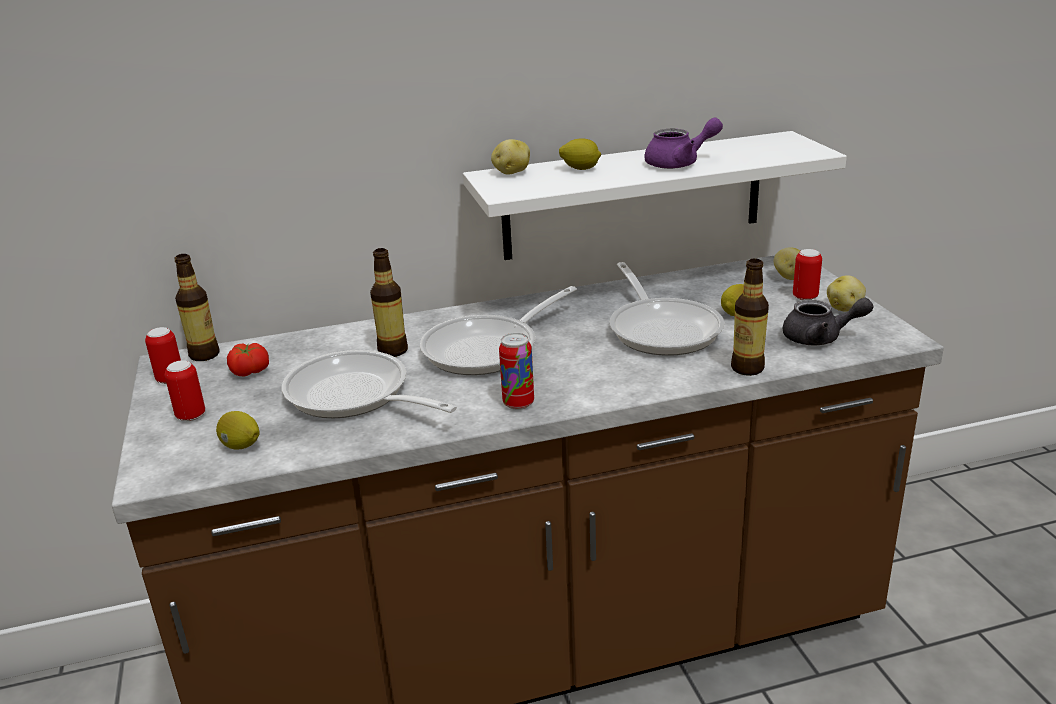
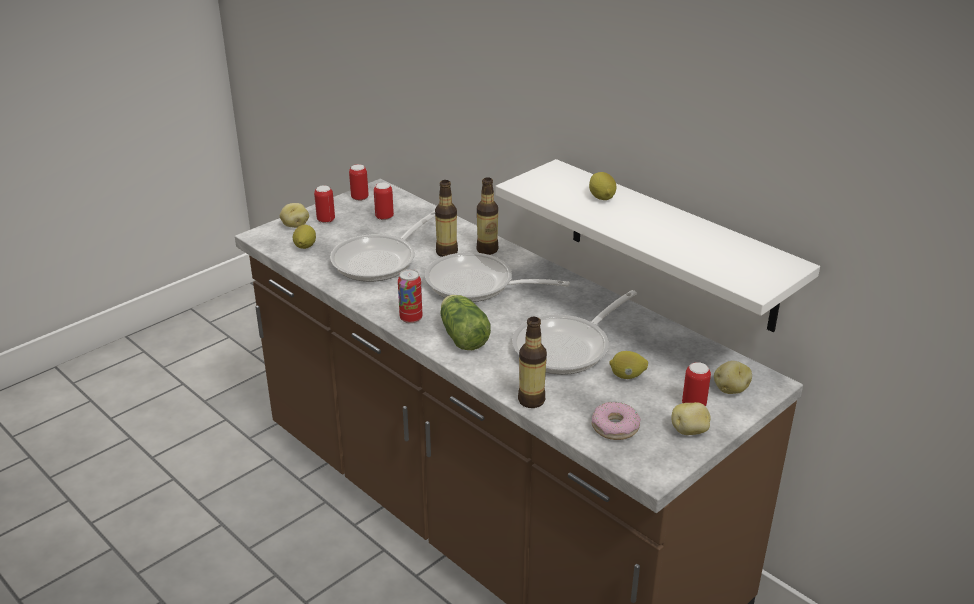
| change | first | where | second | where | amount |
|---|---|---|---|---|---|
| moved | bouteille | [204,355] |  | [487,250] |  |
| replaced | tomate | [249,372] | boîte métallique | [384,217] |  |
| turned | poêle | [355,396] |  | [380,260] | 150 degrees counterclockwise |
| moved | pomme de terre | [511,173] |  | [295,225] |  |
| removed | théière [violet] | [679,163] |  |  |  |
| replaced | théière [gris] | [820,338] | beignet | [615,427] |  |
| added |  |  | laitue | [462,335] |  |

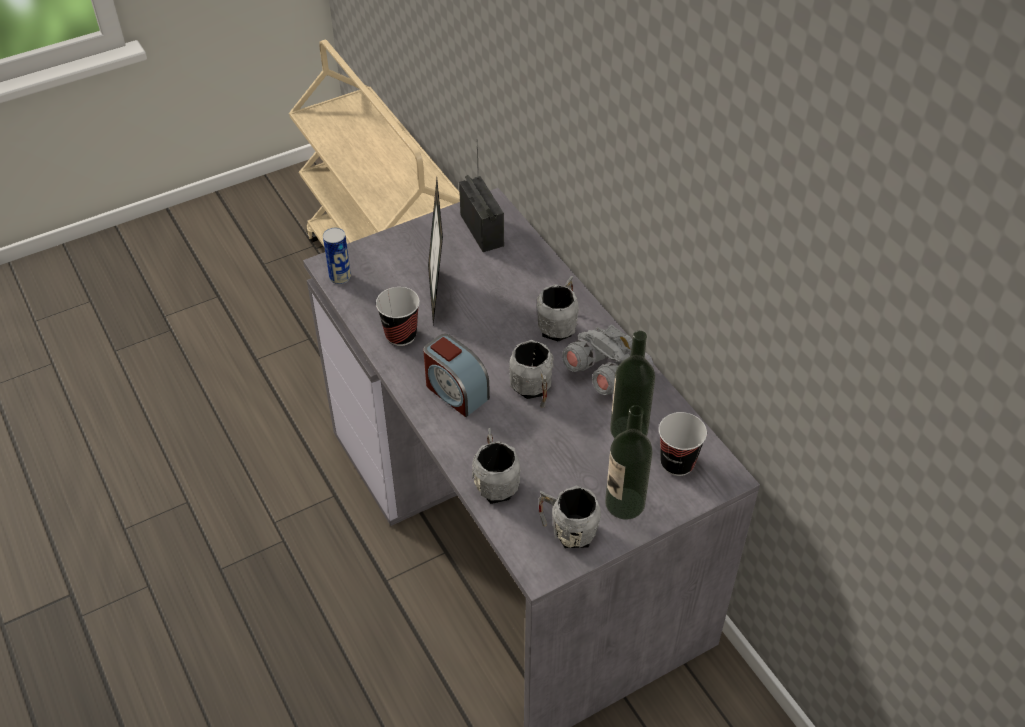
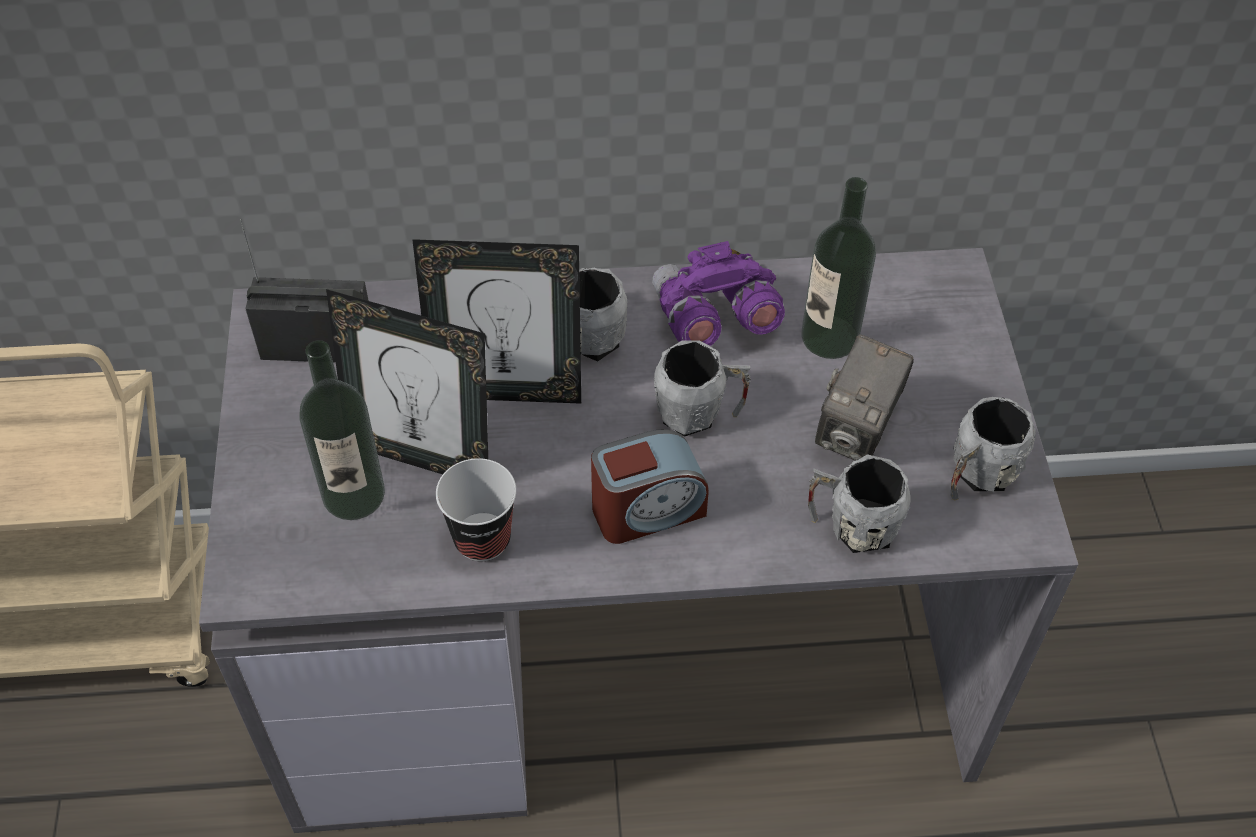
| change | first | where | second | where | amount |
|---|---|---|---|---|---|
| removed | boîte métallique | [340,277] |  |  |  |
| recoloured | jumelles [gris] | [605,373] | jumelles [violet] | [712,319] |  |
| moved | bouteille | [625,503] |  | [353,494] |  |
| removed | tasse | [677,463] |  |  |  |
| added |  |  | cadre photo | [507,390] |  |
| added |  |  | appareil photo | [857,430] |  |

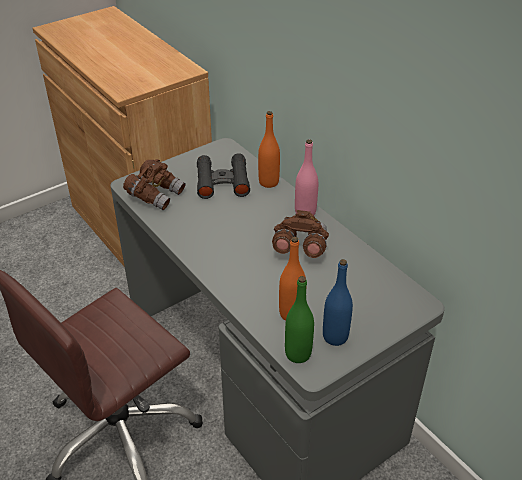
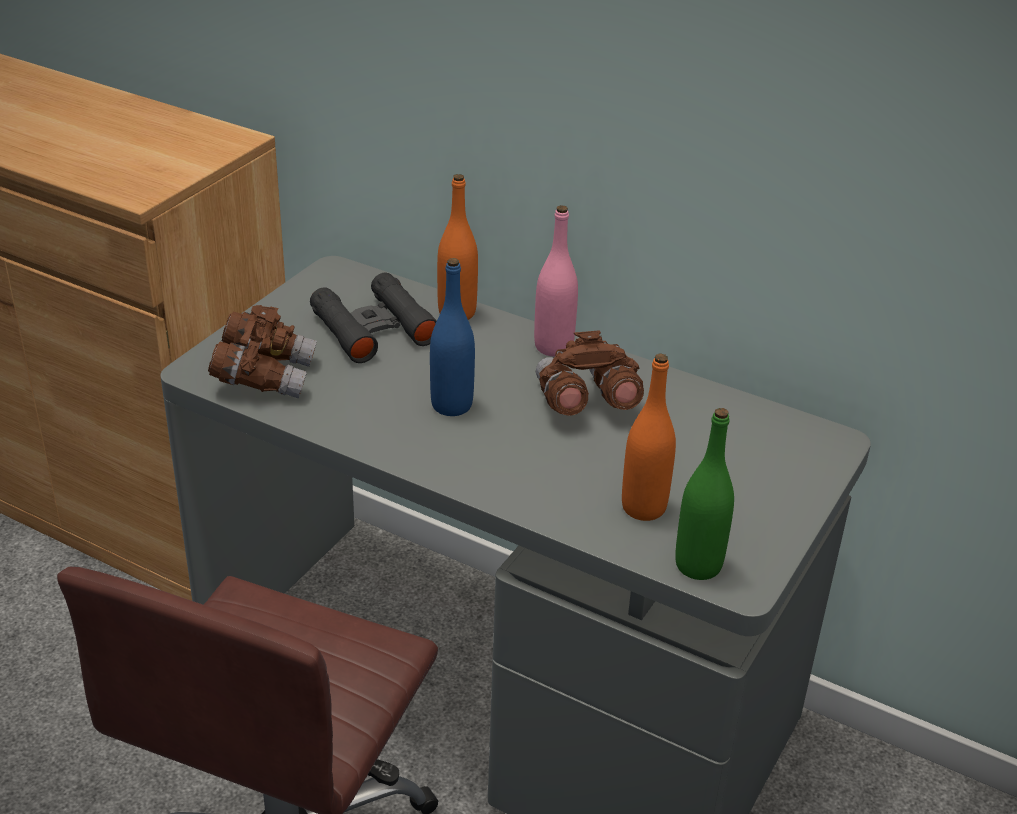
| change | first | where | second | where | amount |
|---|---|---|---|---|---|
| moved | bouteille [bleu] | [335,337] |  | [451,405] |  |

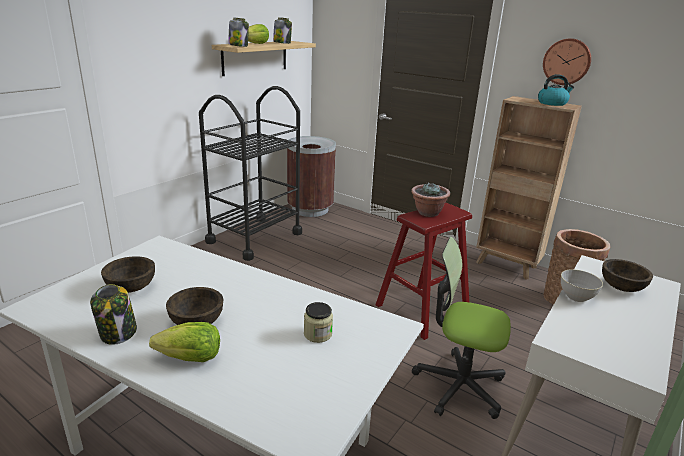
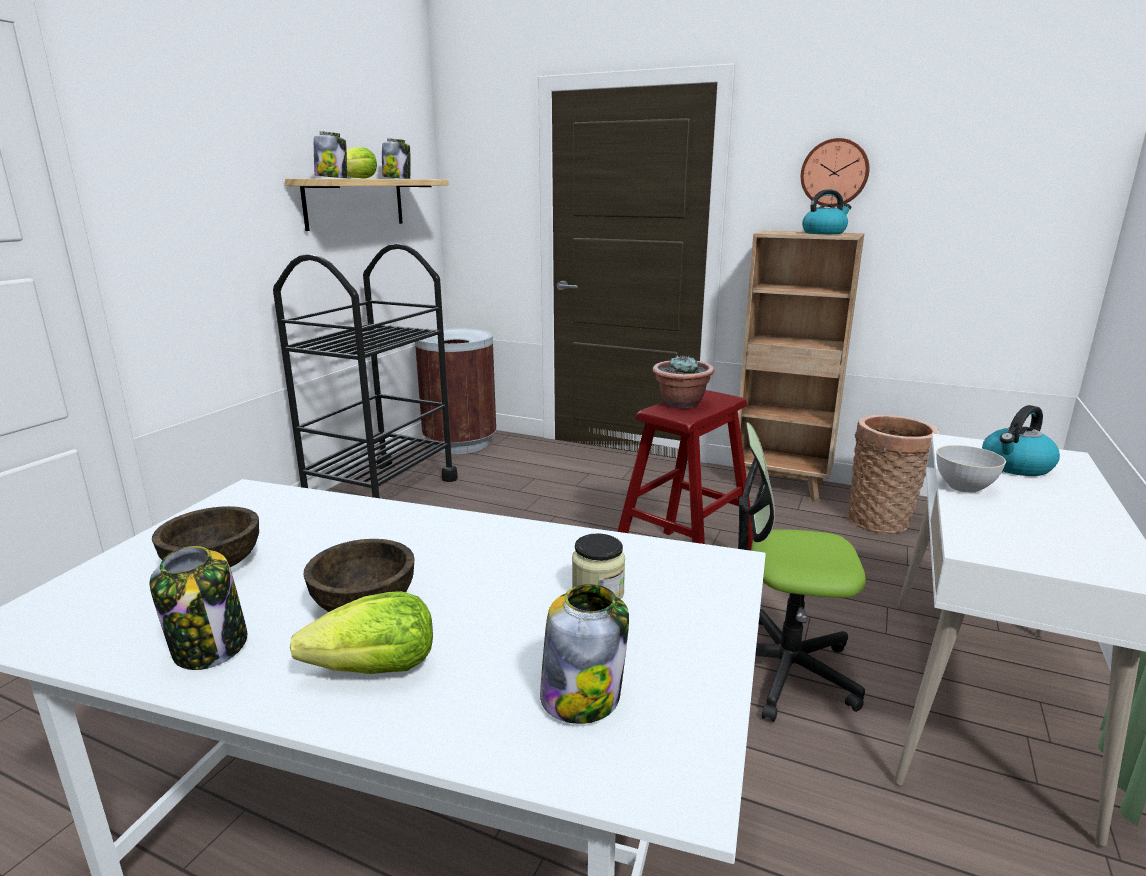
| change | first | where | second | where | amount |
|---|---|---|---|---|---|
| replaced | bol [marron] | [621,287] | bouilloire | [1016,467] |  |
| added |  |  | bocal | [582,696] |  |

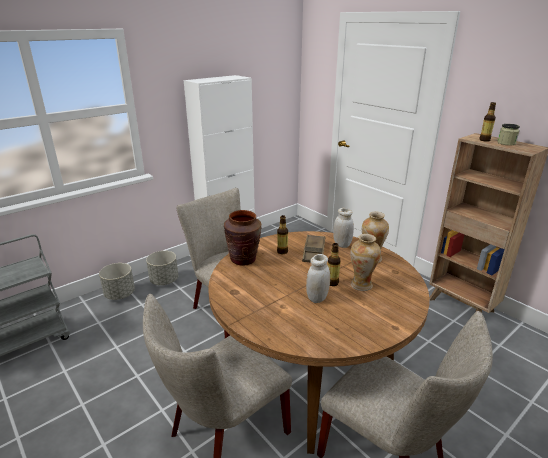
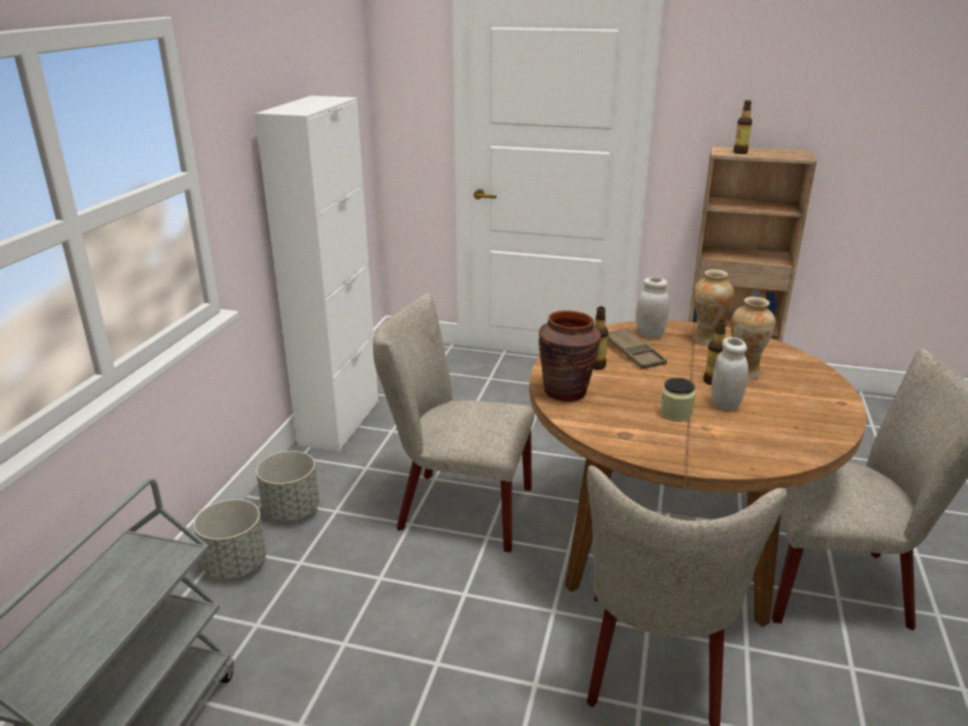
| change | first | where | second | where | amount |
|---|---|---|---|---|---|
| moved | bocal | [506,143] |  | [675,413] |  |

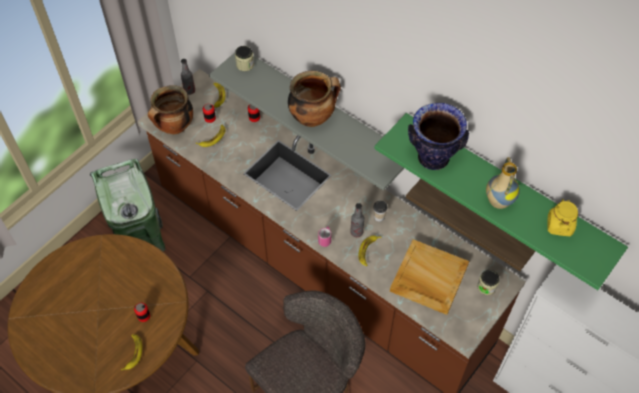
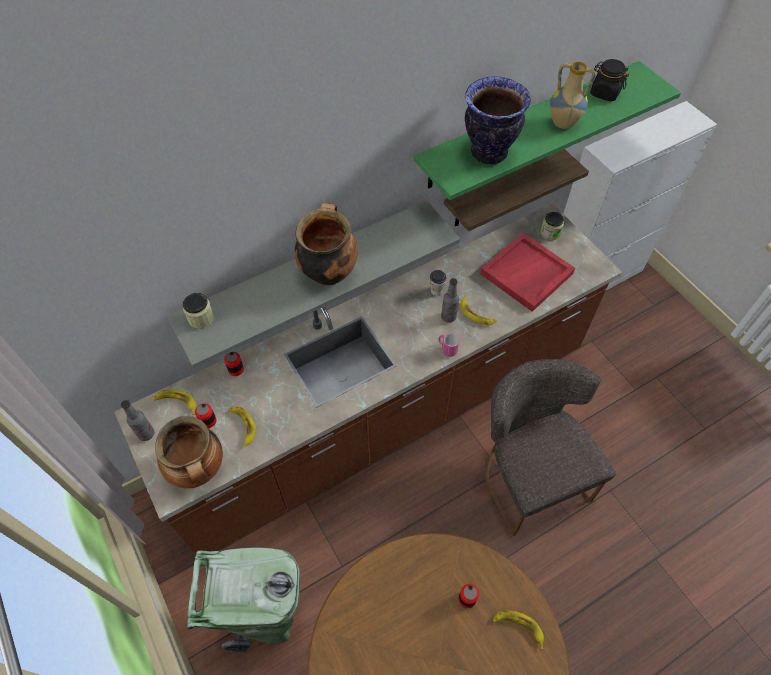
| change | first | where | second | where | amount |
|---|---|---|---|---|---|
| recoloured | plateau [beige] | [428,278] | plateau [rouge] | [526,274] |  |
| recoloured | bocal [jaune] | [559,225] | bocal [noir] | [604,93] |  |

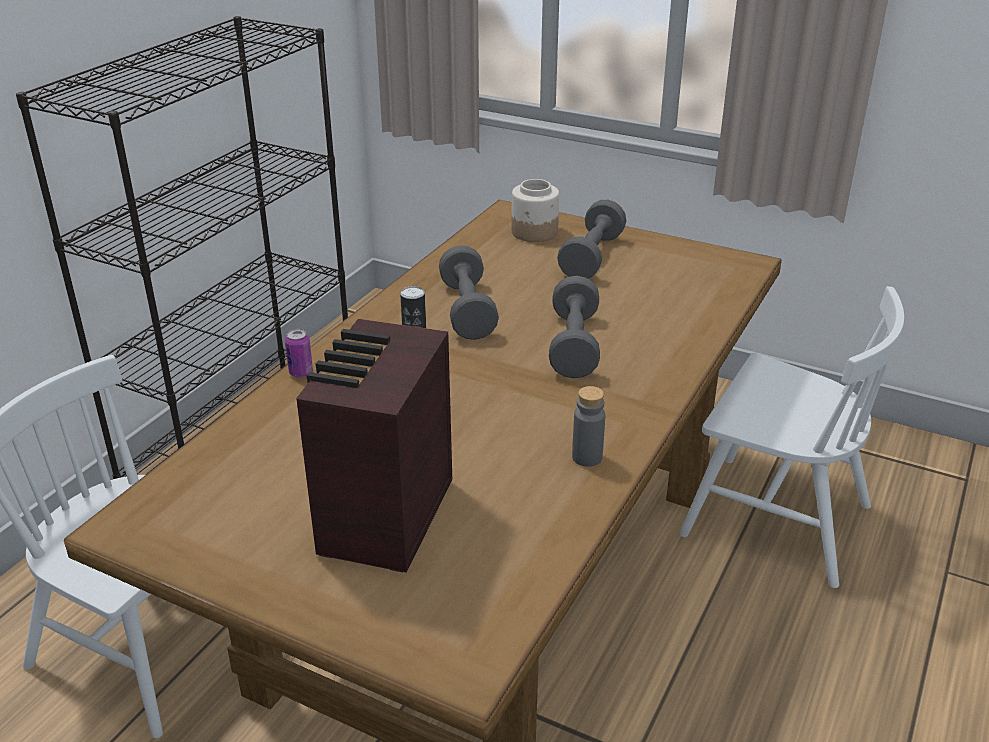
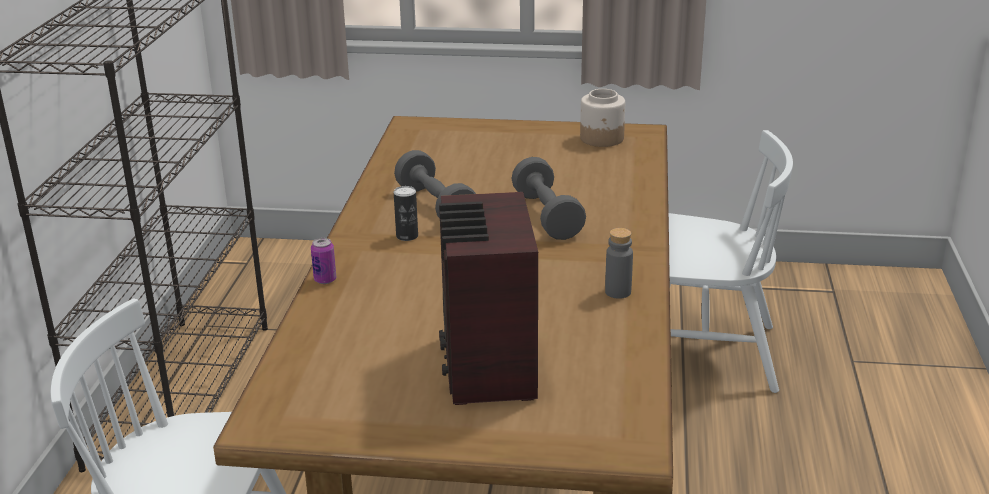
| change | first | where | second | where | amount |
|---|---|---|---|---|---|
| moved | bocal | [534,232] |  | [602,138] |  |
| removed | haltère [gris] | [591,257] |  |  |  |

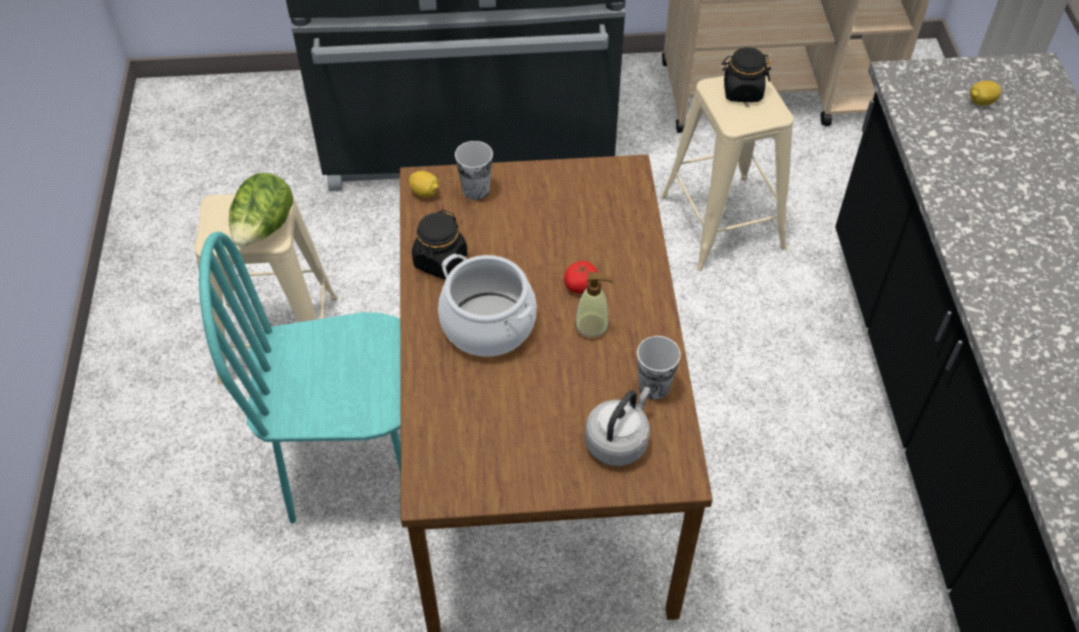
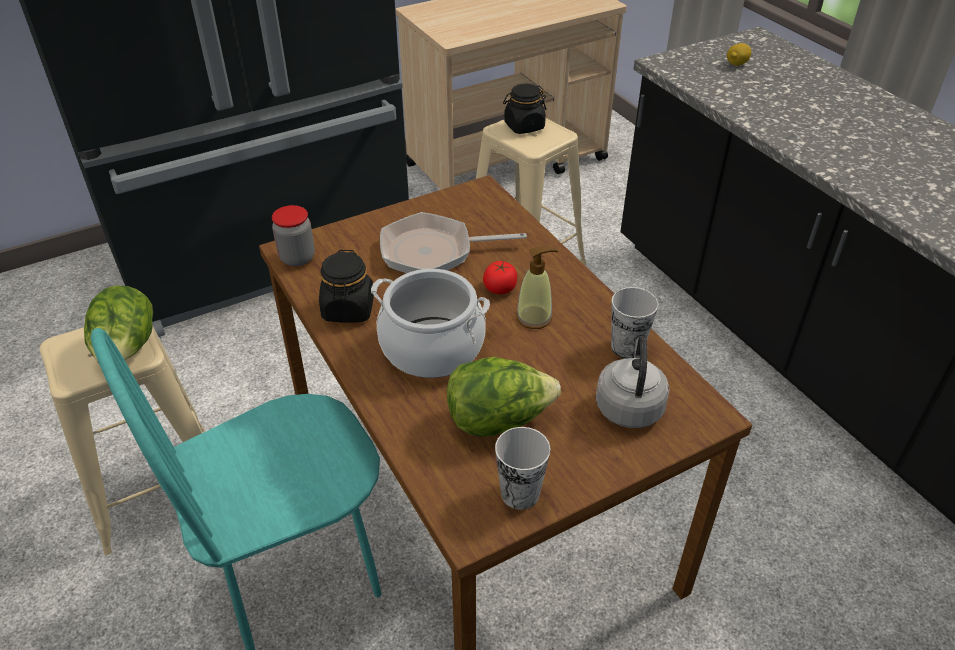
| change | first | where | second | where | amount |
|---|---|---|---|---|---|
| replaced | citron | [424,192] | bocal | [297,258] |  |
| moved | tasse | [476,190] |  | [520,493] |  |
| added |  |  | poêle | [434,252] |  |
| added |  |  | laitue | [498,420] |  |

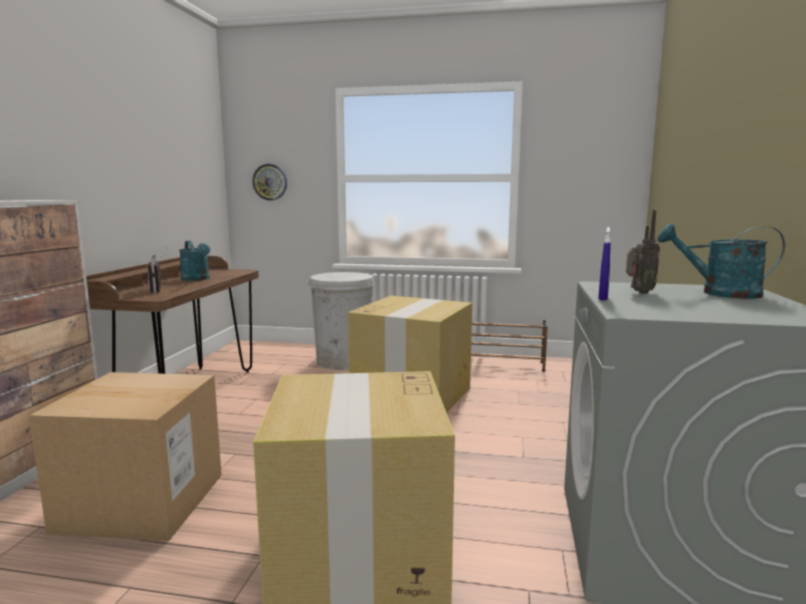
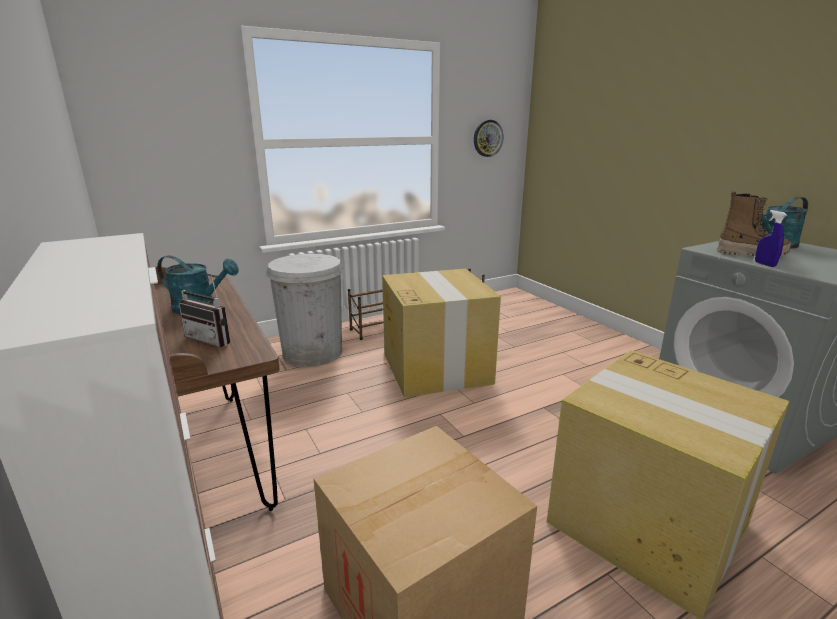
| change | first | where | second | where | amount |
|---|---|---|---|---|---|
| moved | horloge murale | [270,182] |  | [487,138] |  |
| replaced | radio | [638,293] | botte | [751,254] |  |

